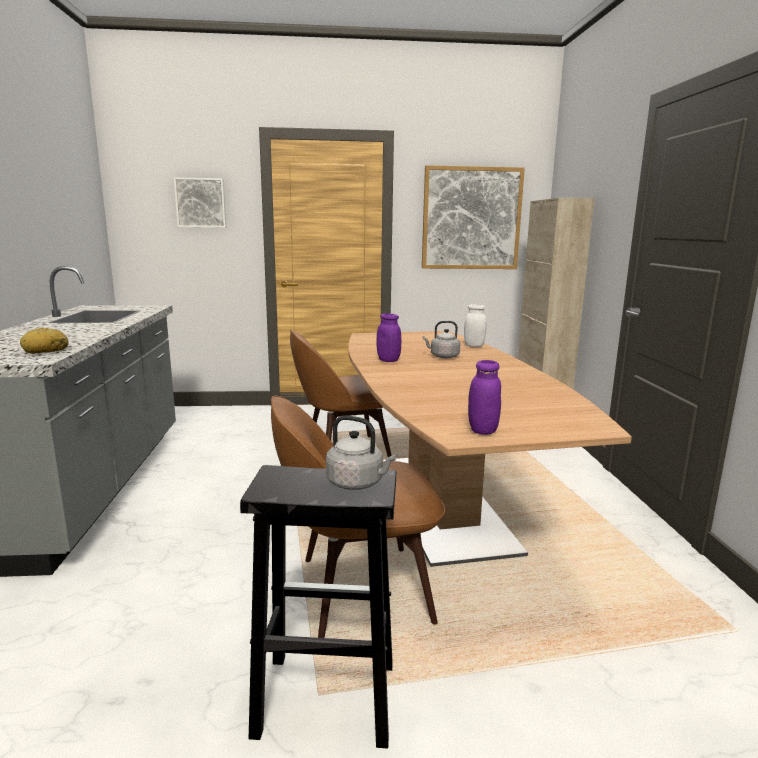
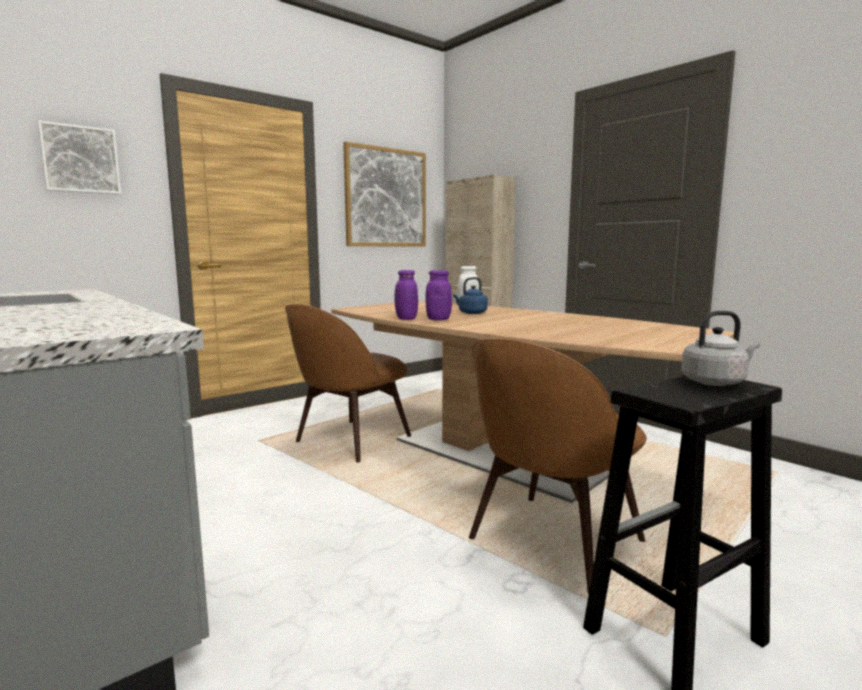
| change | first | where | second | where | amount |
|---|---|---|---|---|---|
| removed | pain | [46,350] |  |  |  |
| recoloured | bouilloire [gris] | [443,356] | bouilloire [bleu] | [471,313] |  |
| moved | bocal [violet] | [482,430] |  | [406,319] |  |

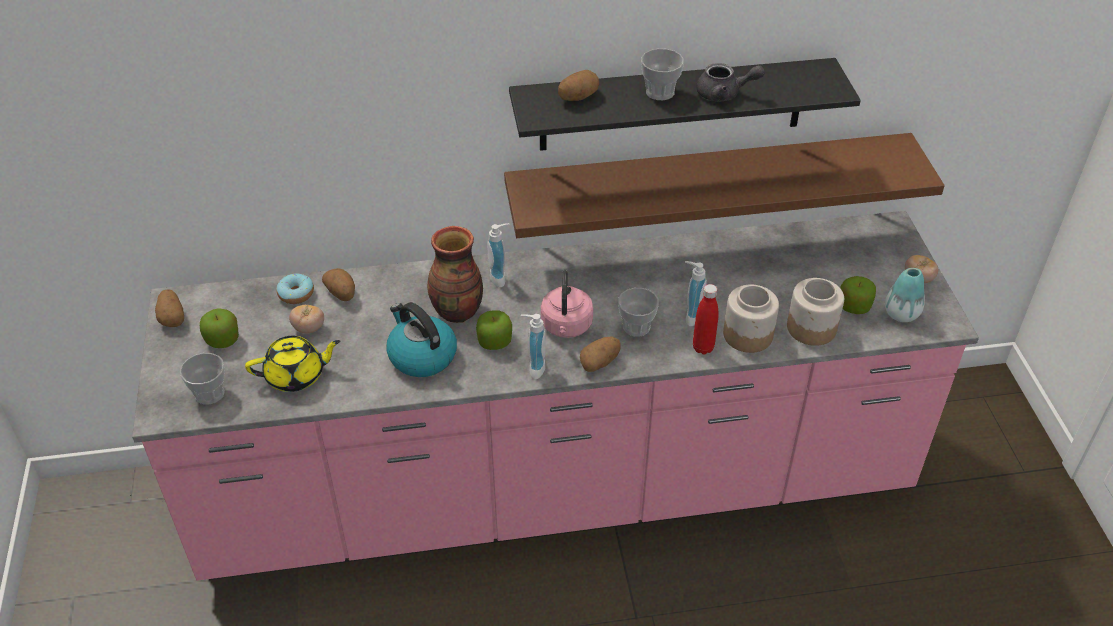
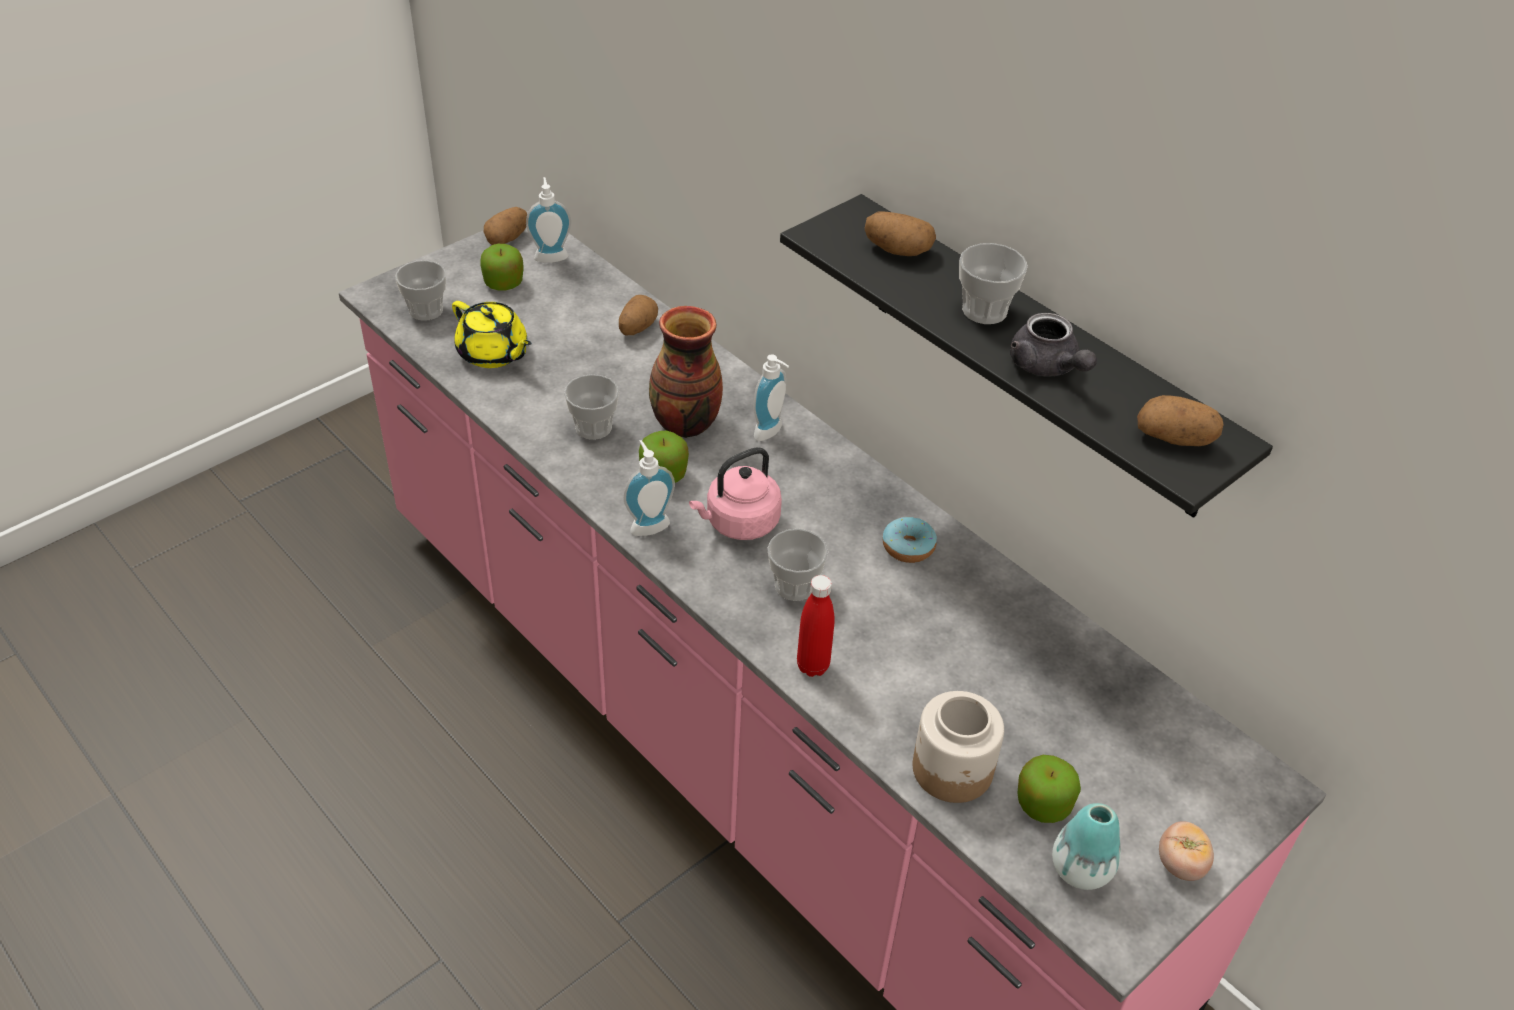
| change | first | where | second | where | amount |
|---|---|---|---|---|---|
| moved | beignet | [296,294] |  | [908,547] |  |
| removed | tomate | [309,328] |  |  |  |
| replaced | bouilloire | [421,356] | tasse | [593,427] |  |
| removed | étagère [marron] | [708,181] |  |  |  |
| moved | pomme de terre | [600,362] |  | [1174,438] |  |
| moved | distributeur de savon | [690,316] |  | [550,255] |  |
| removed | bocal | [748,335] |  |  |  |

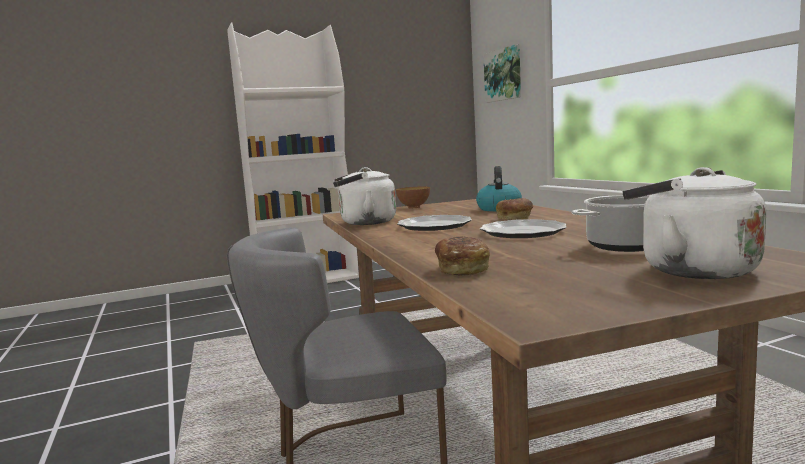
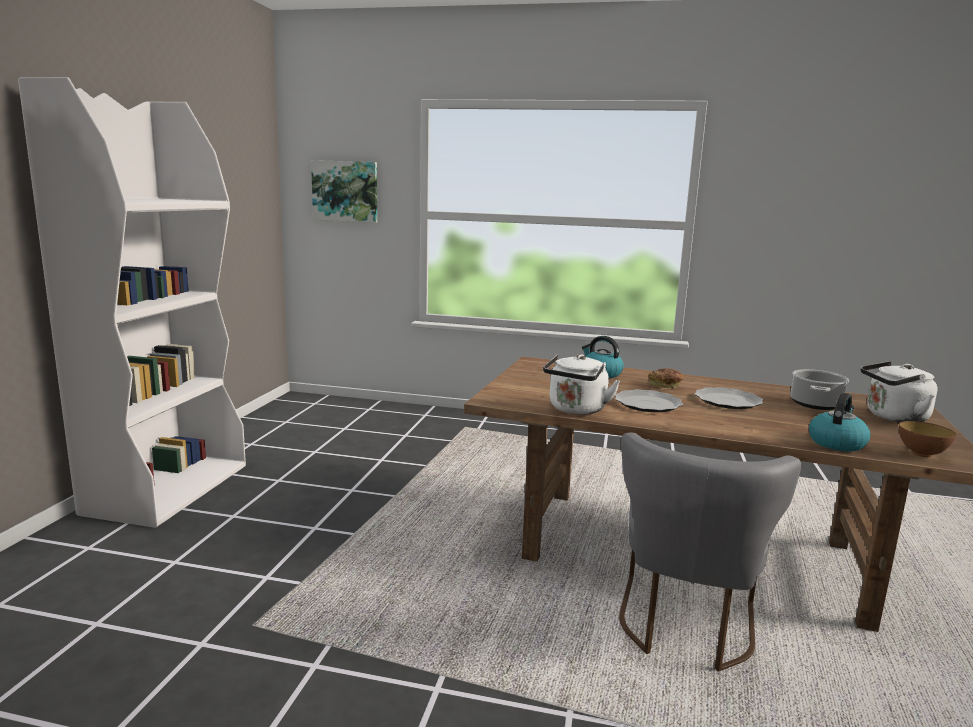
| change | first | where | second | where | amount |
|---|---|---|---|---|---|
| moved | bol | [414,207] |  | [921,454] |  |
| replaced | pain | [462,269] | bouilloire | [836,443] |  |

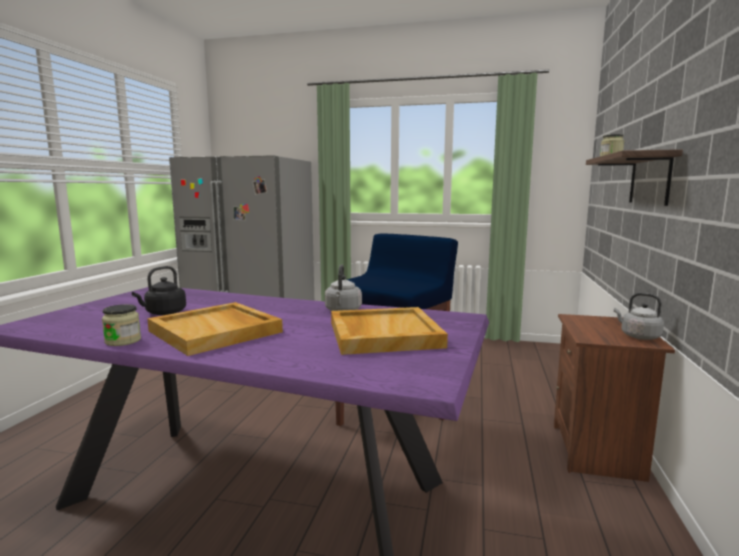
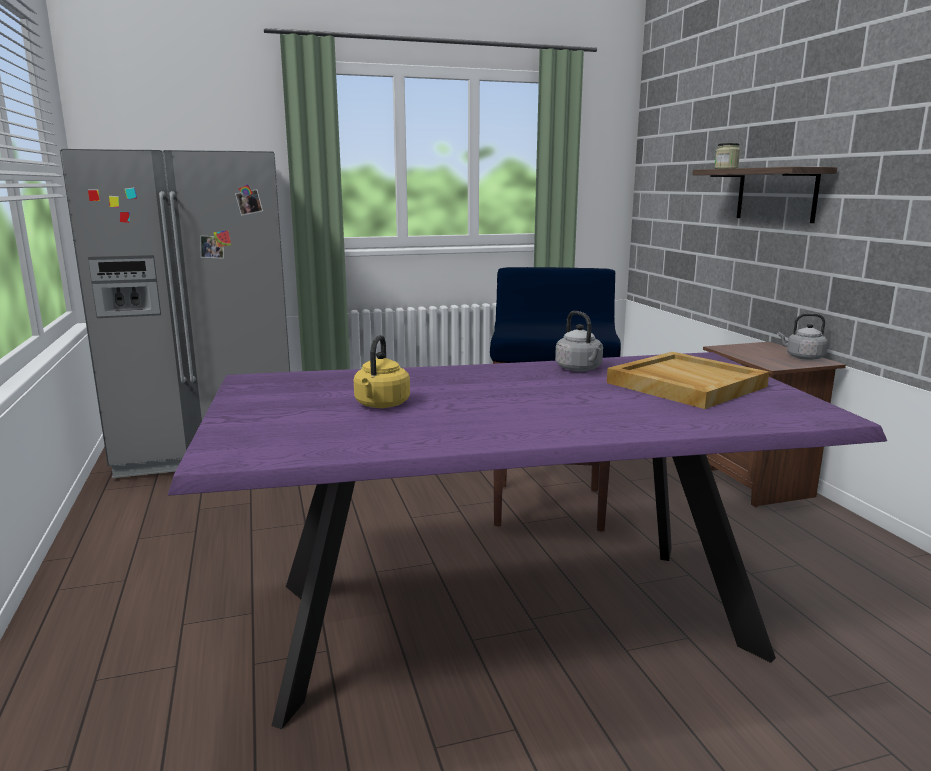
| change | first | where | second | where | amount |
|---|---|---|---|---|---|
| removed | bocal | [123,341] |  |  |  |
| recoloured | bouilloire [noir] | [164,313] | bouilloire [jaune] | [381,405] |  |
| removed | plateau [beige] | [216,331] |  |  |  |

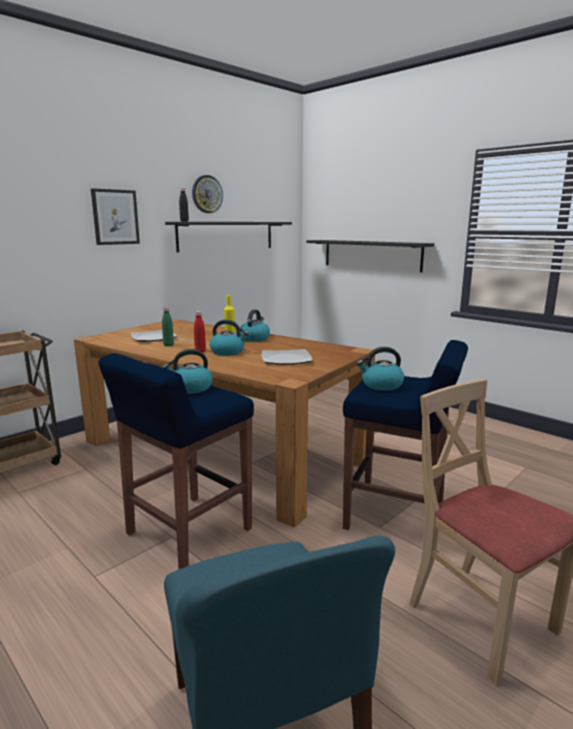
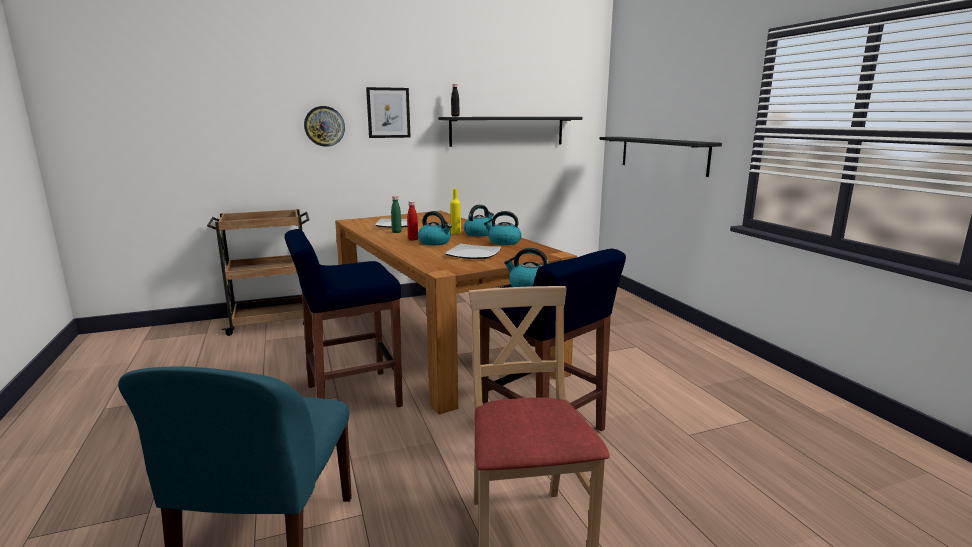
| change | first | where | second | where | amount |
|---|---|---|---|---|---|
| moved | bouilloire | [190,388] |  | [504,242] |  |
| moved | horloge murale | [207,194] |  | [324,126] |  |

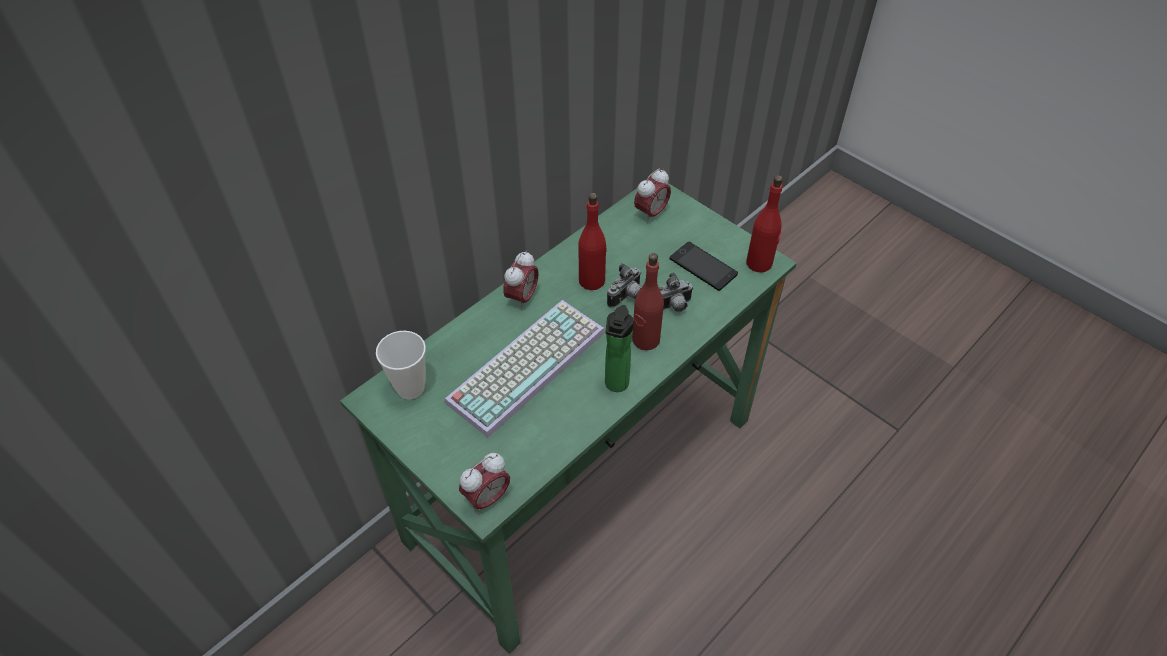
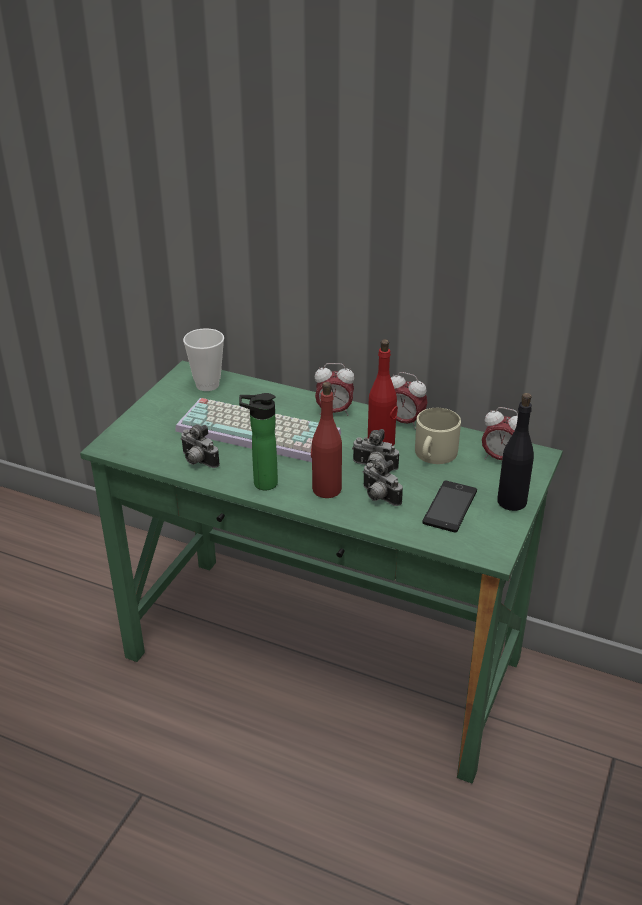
| change | first | where | second | where | amount |
|---|---|---|---|---|---|
| moved | réveil | [487,498] |  | [404,422] |  |
| removed | bouteille [rouge] | [759,263] |  |  |  |
| added |  |  | appareil photo | [197,461] |  |
| added |  |  | mug [beige] | [433,454] |  |
| added |  |  | bouteille [noir] | [512,501] |  |

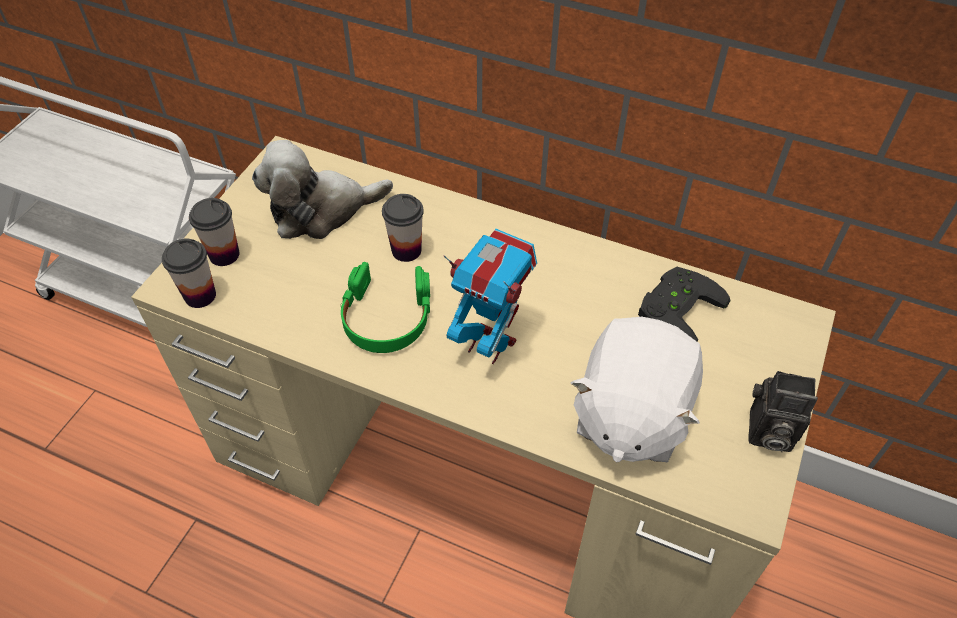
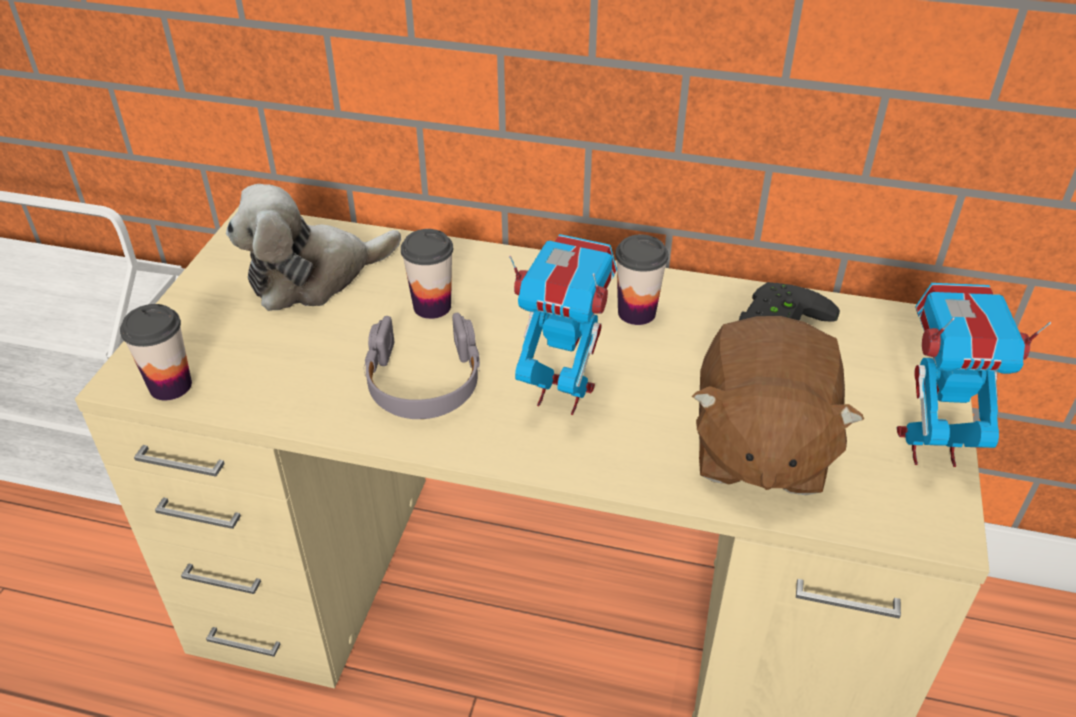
| change | first | where | second | where | amount |
|---|---|---|---|---|---|
| moved | tasse | [224,255] |  | [636,312] |  |
| recoloured | casque audio [vert] | [386,317] | casque audio [gris] | [423,381] |  |
| recoloured | peluche [blanc] | [630,415] | peluche [marron] | [758,448] |  |
| replaced | appareil photo | [767,433] | robot jouet | [928,446] |  |

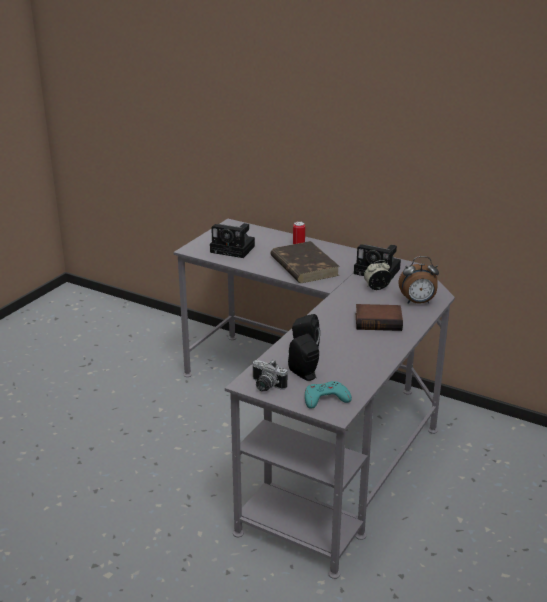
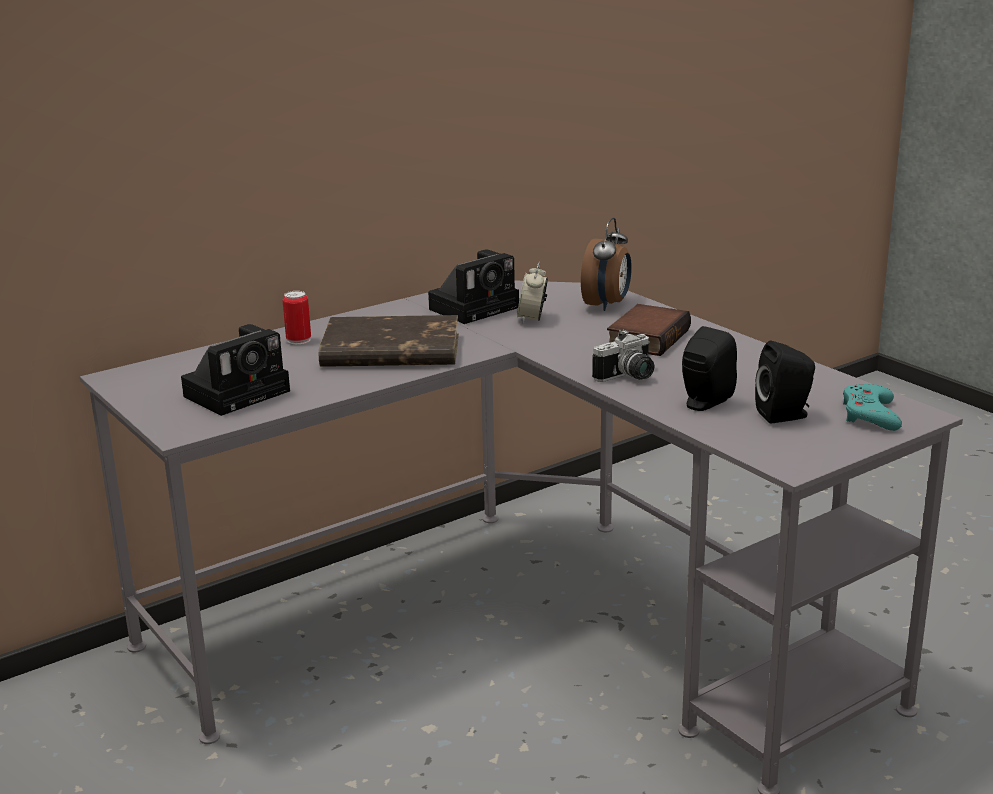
| change | first | where | second | where | amount |
|---|---|---|---|---|---|
| moved | appareil photo | [265,386] |  | [628,377] |  |

